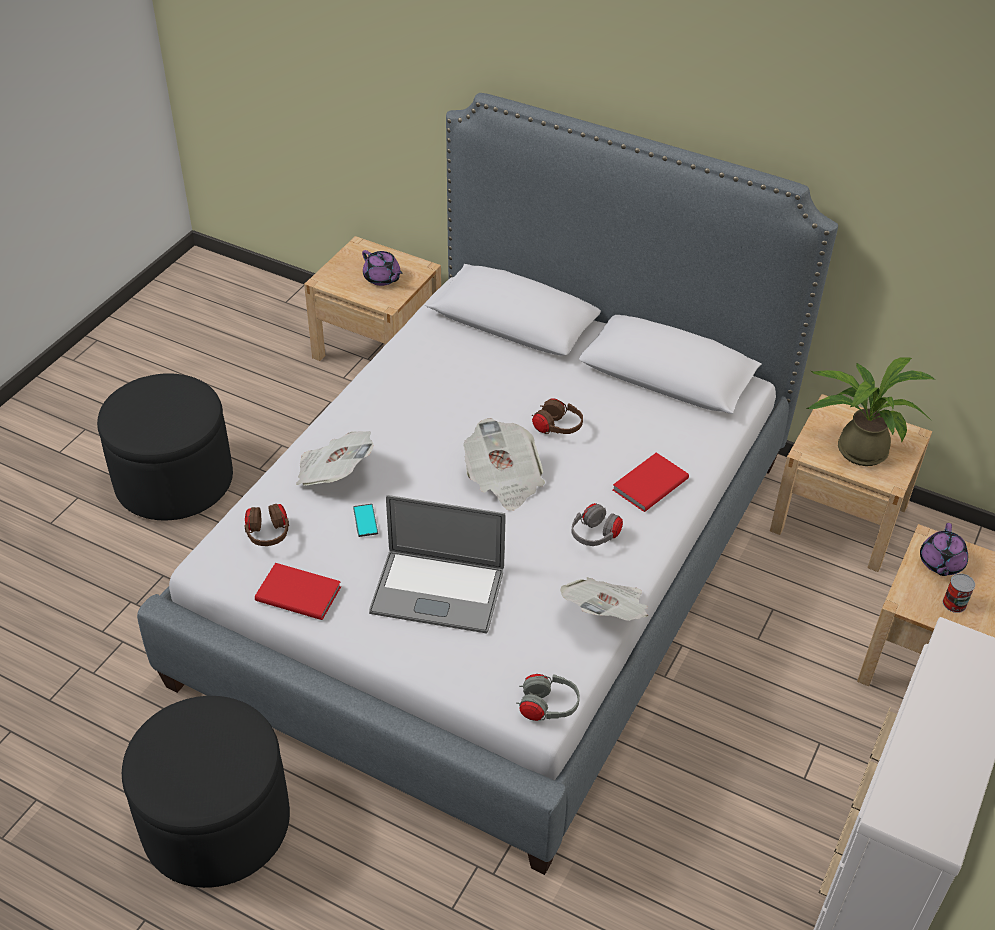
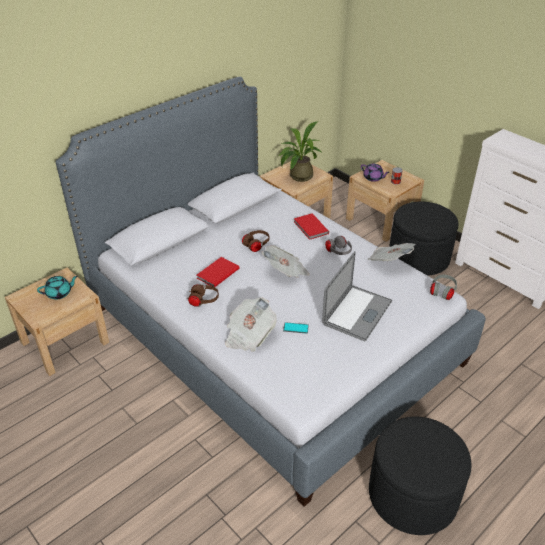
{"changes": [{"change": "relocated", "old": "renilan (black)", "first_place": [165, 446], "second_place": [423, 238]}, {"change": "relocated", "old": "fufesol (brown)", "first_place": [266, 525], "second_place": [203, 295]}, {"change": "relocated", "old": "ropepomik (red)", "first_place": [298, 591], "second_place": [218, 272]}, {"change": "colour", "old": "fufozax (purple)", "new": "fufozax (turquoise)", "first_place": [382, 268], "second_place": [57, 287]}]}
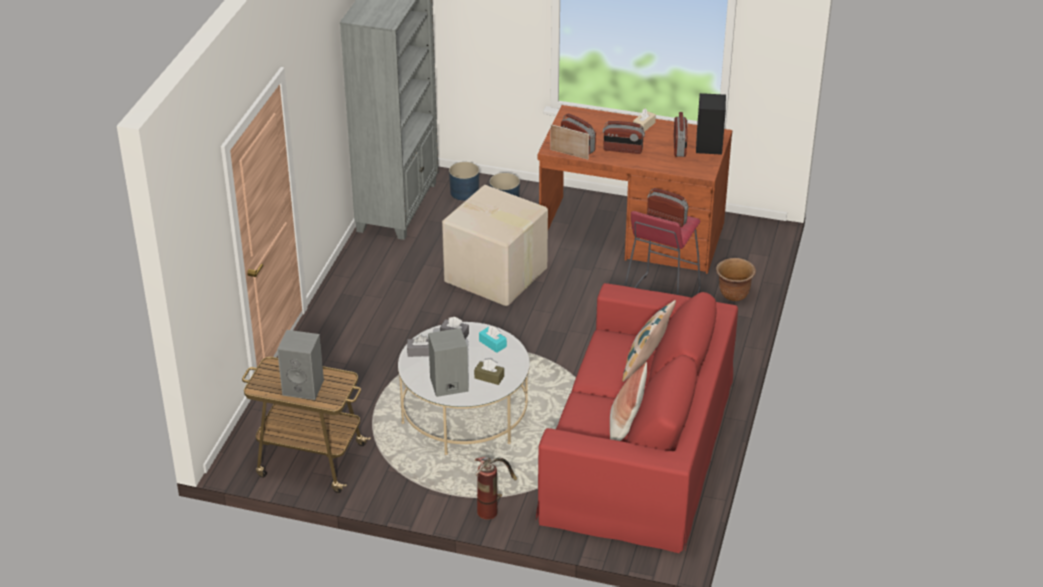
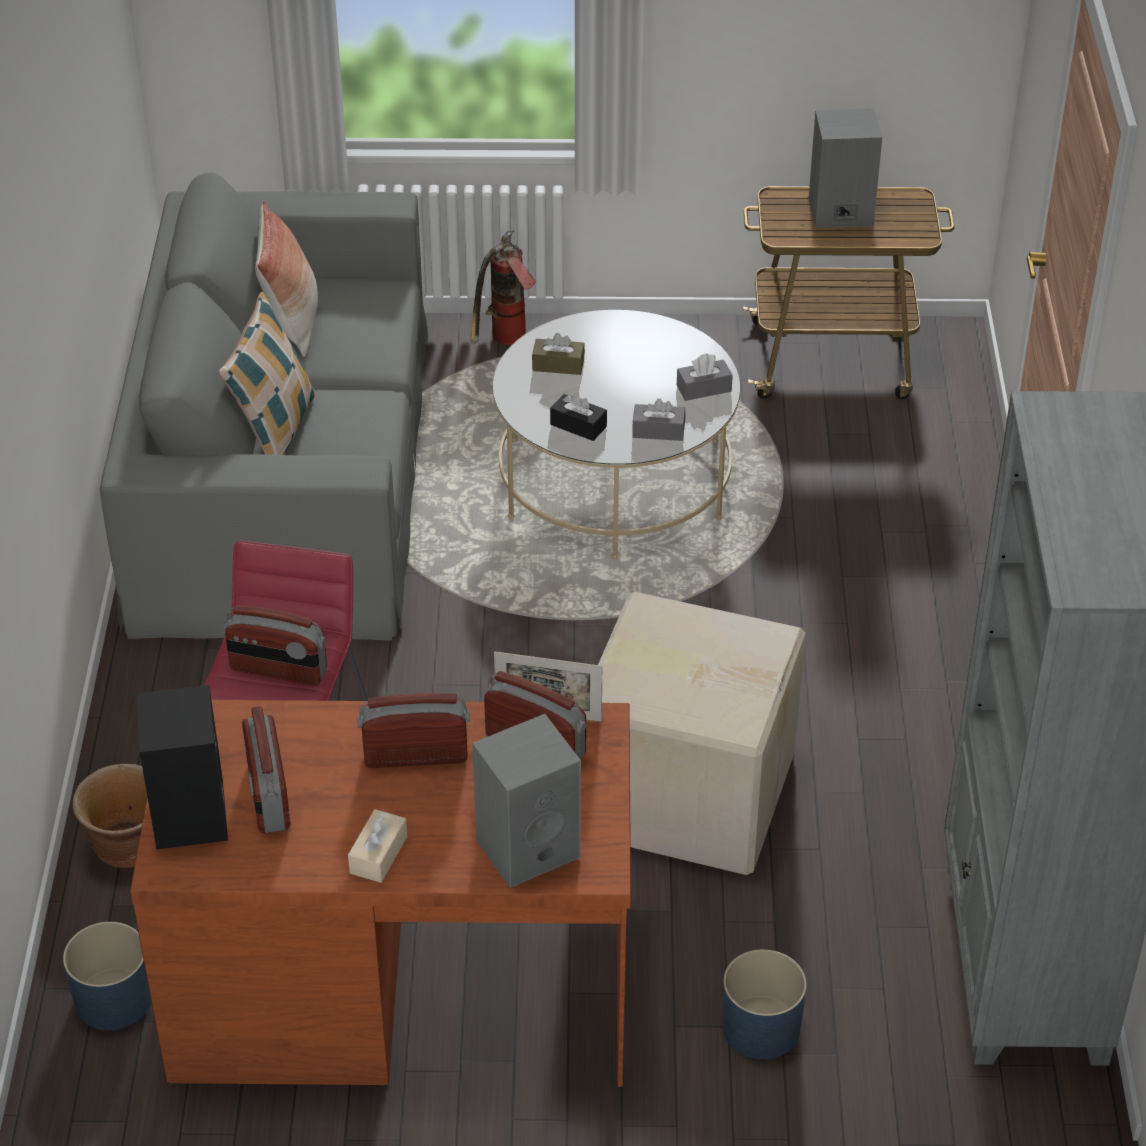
{"changes": [{"change": "relocated", "old": "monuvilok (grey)", "first_place": [448, 362], "second_place": [526, 801]}, {"change": "relocated", "old": "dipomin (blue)", "first_place": [464, 181], "second_place": [107, 976]}, {"change": "colour", "old": "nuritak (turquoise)", "new": "nuritak (black)", "first_place": [493, 339], "second_place": [578, 417]}, {"change": "colour", "old": "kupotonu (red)", "new": "kupotonu (grey)", "first_place": [637, 418], "second_place": [264, 406]}]}
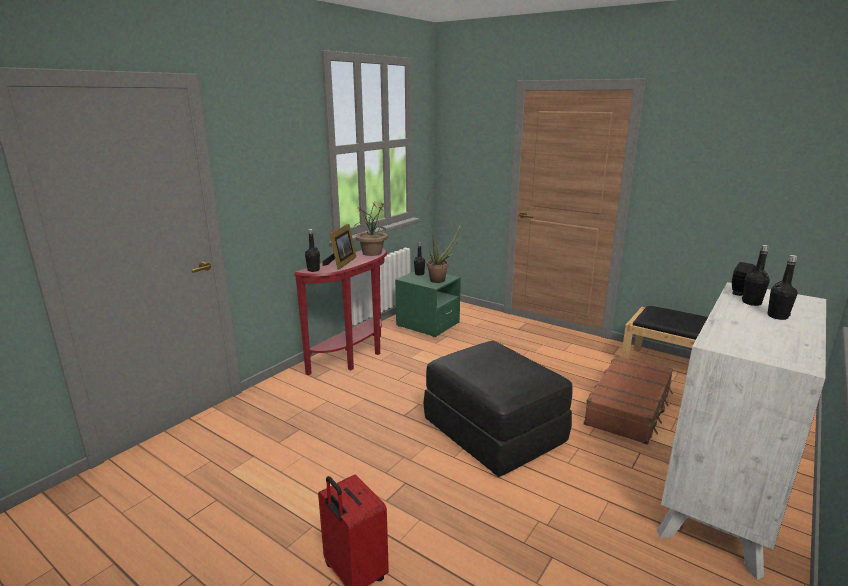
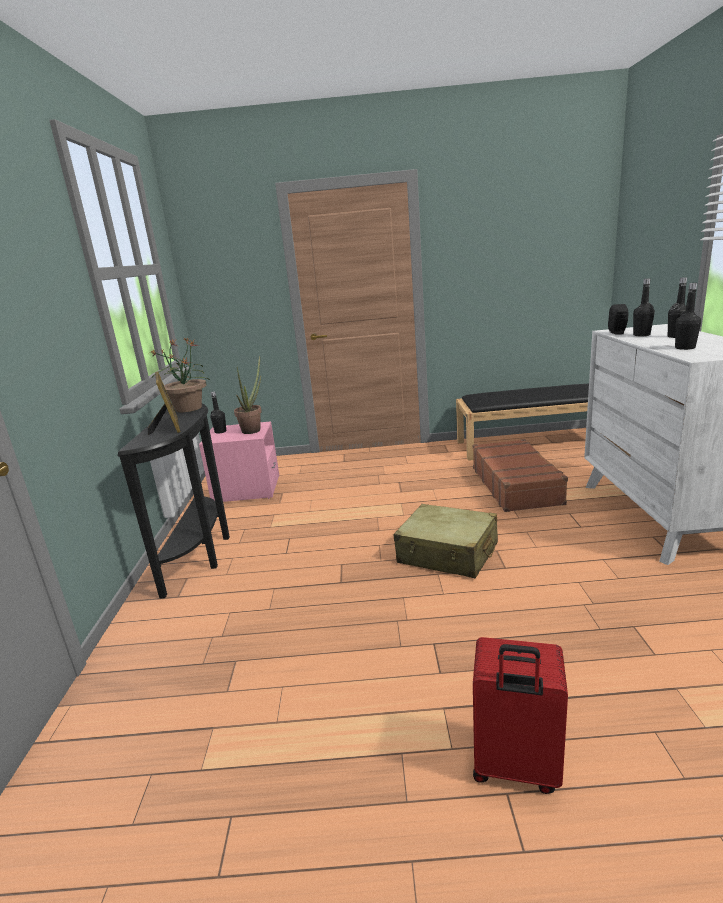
{"changes": [{"change": "relocated", "old": "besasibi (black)", "first_place": [312, 250], "second_place": [688, 316]}, {"change": "exchanged", "old": "renilan (black)", "new": "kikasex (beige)", "first_place": [498, 409], "second_place": [446, 541]}, {"change": "colour", "old": "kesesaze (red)", "new": "kesesaze (black)", "first_place": [340, 311], "second_place": [174, 501]}, {"change": "colour", "old": "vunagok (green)", "new": "vunagok (pink)", "first_place": [428, 303], "second_place": [239, 461]}]}
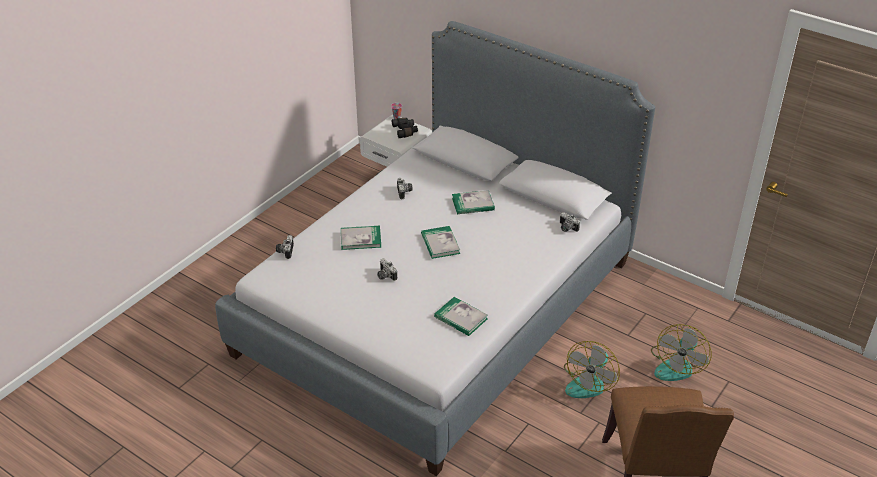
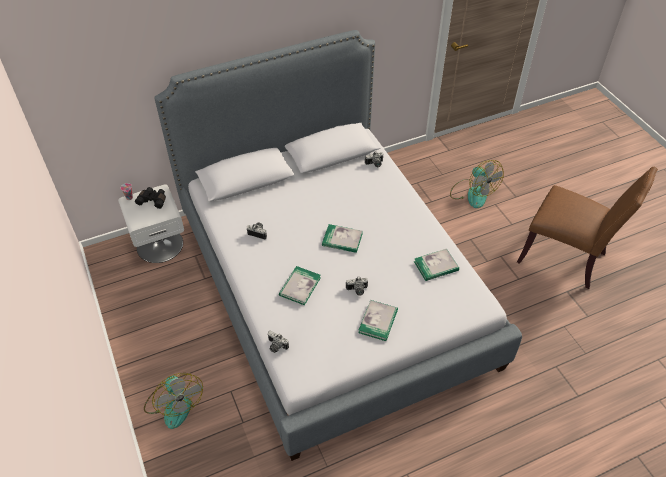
{"changes": [{"change": "relocated", "old": "ropepomik", "first_place": [473, 202], "second_place": [378, 320]}, {"change": "relocated", "old": "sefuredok", "first_place": [592, 369], "second_place": [173, 401]}]}
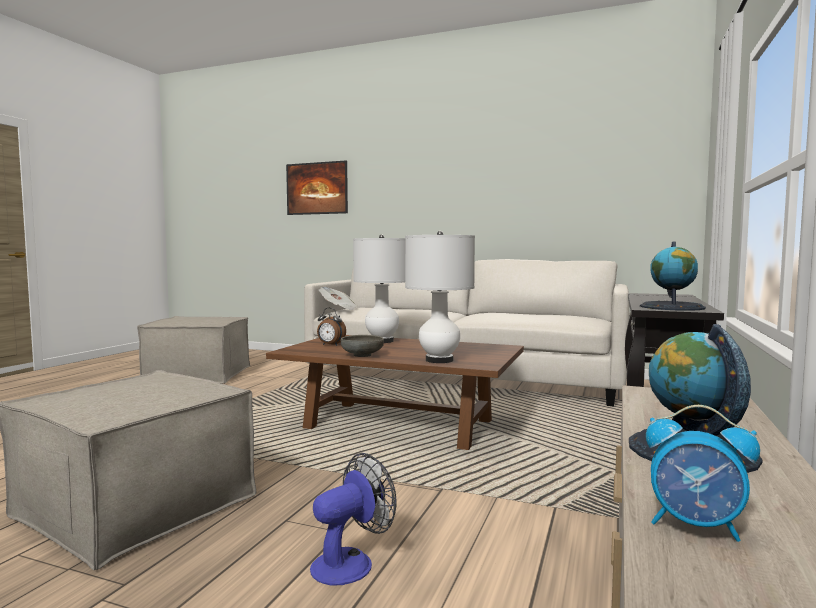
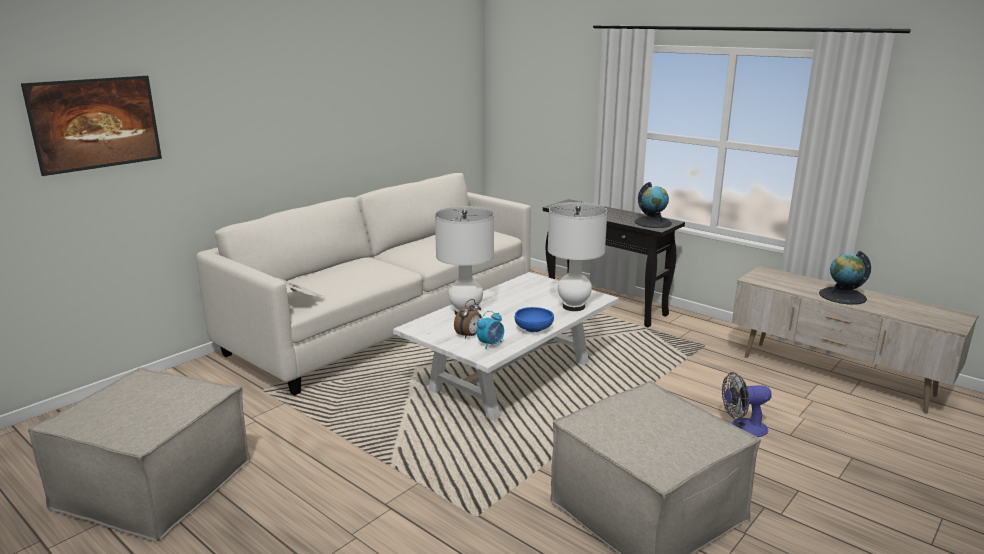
{"changes": [{"change": "relocated", "old": "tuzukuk", "first_place": [703, 473], "second_place": [490, 330]}, {"change": "colour", "old": "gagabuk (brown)", "new": "gagabuk (white)", "first_place": [395, 392], "second_place": [506, 346]}, {"change": "colour", "old": "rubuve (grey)", "new": "rubuve (blue)", "first_place": [362, 346], "second_place": [534, 319]}, {"change": "spun", "old": "sefuredok", "first_place": [353, 519], "second_place": [747, 404], "degrees": -75}]}
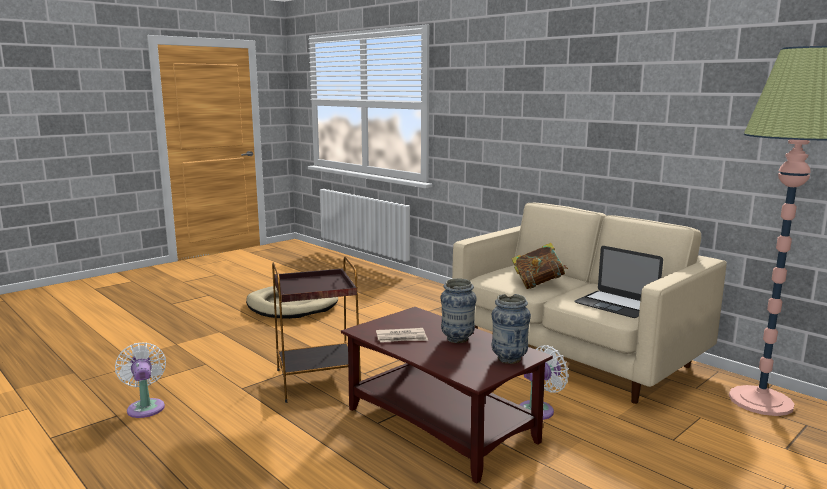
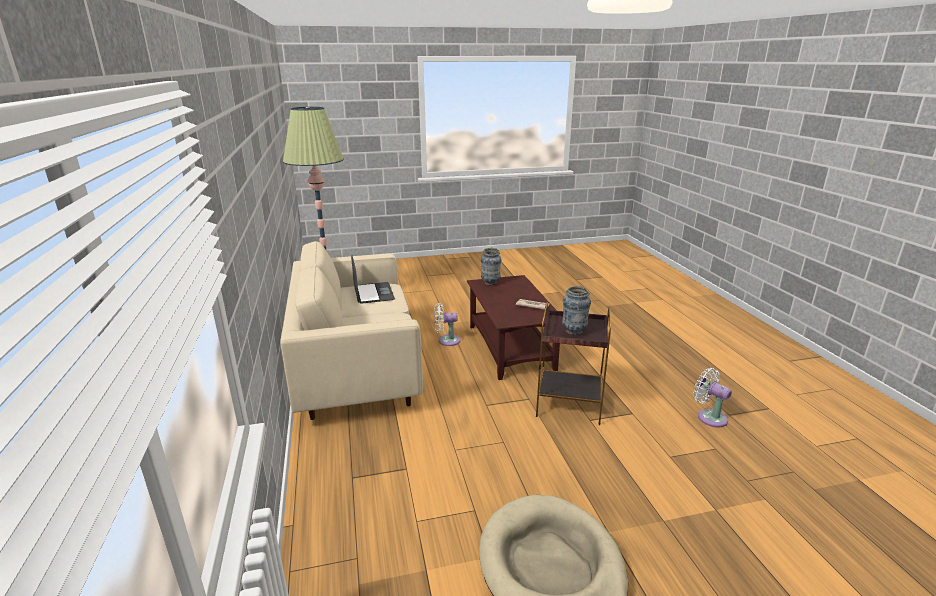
{"changes": [{"change": "missing", "old": "ropepomik", "first_place": [539, 266]}, {"change": "relocated", "old": "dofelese", "first_place": [458, 310], "second_place": [576, 310]}, {"change": "spun", "old": "sefuredok (white)", "first_place": [140, 380], "second_place": [712, 397], "degrees": 135}]}
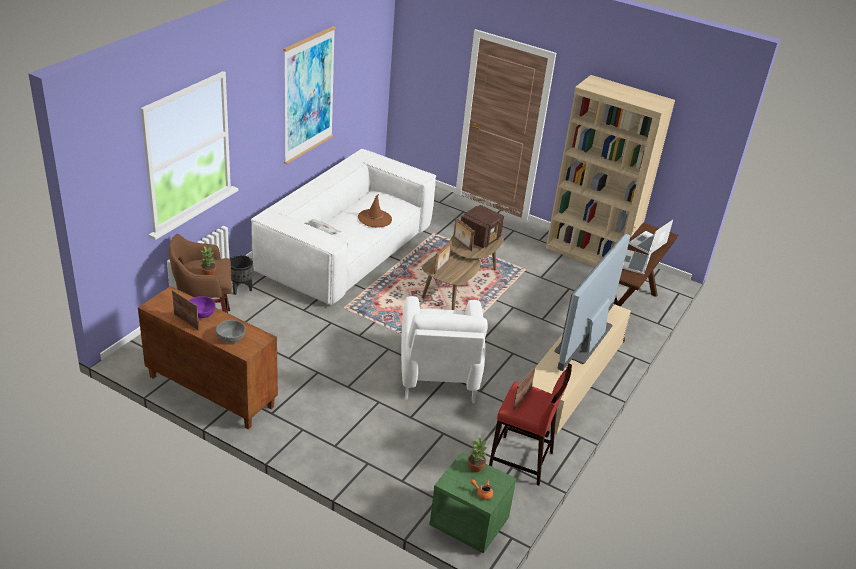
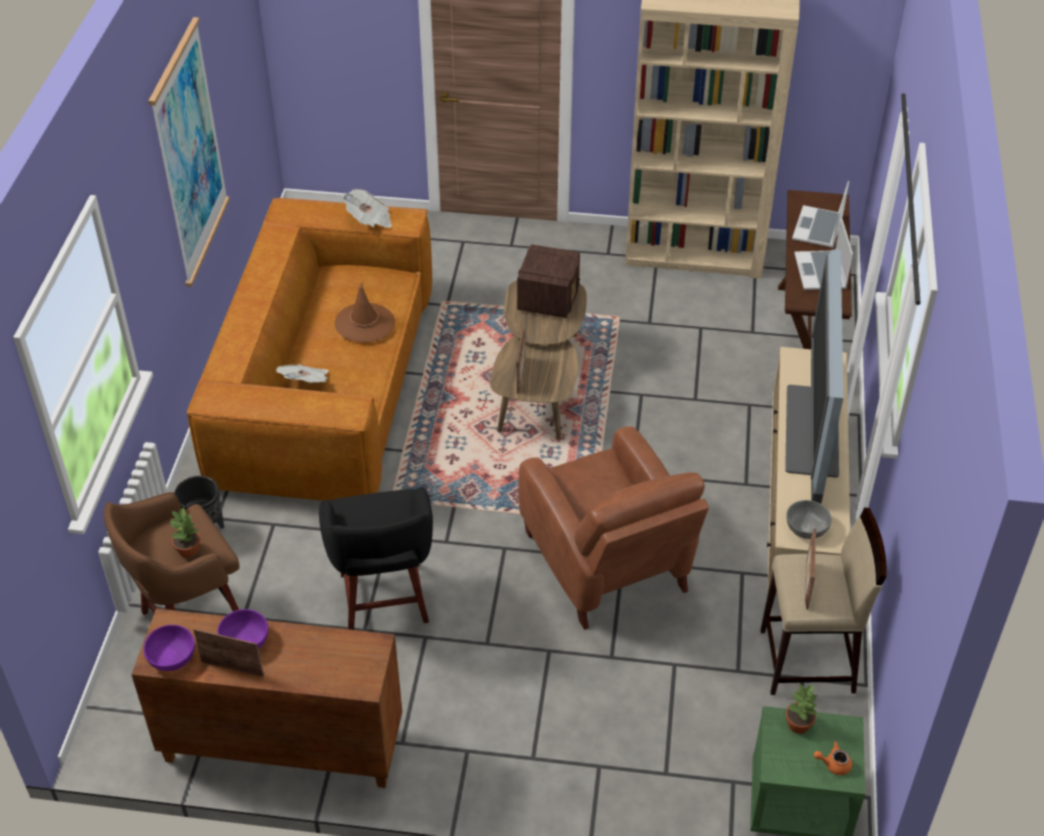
{"changes": [{"change": "missing", "old": "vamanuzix", "first_place": [464, 234]}, {"change": "appeared", "new": "rubuve (purple)", "second_place": [169, 648]}, {"change": "appeared", "new": "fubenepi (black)", "second_place": [376, 558]}, {"change": "appeared", "new": "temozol", "second_place": [367, 208]}, {"change": "relocated", "old": "rubuve (grey)", "first_place": [230, 331], "second_place": [809, 519]}, {"change": "colour", "old": "kupotonu (white)", "new": "kupotonu (brown)", "first_place": [344, 227], "second_place": [309, 349]}, {"change": "colour", "old": "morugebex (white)", "new": "morugebex (brown)", "first_place": [444, 349], "second_place": [613, 528]}, {"change": "colour", "old": "fubenepi (red)", "new": "fubenepi (beige)", "first_place": [530, 425], "second_place": [823, 601]}]}
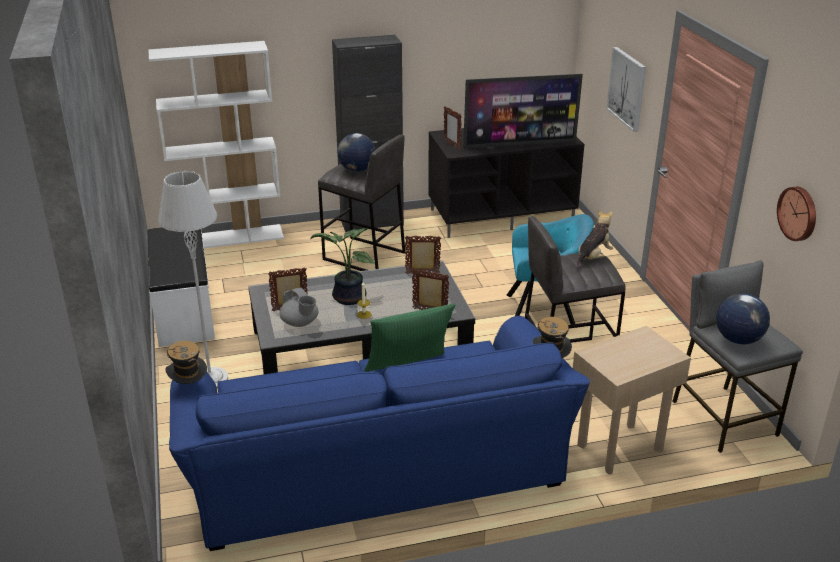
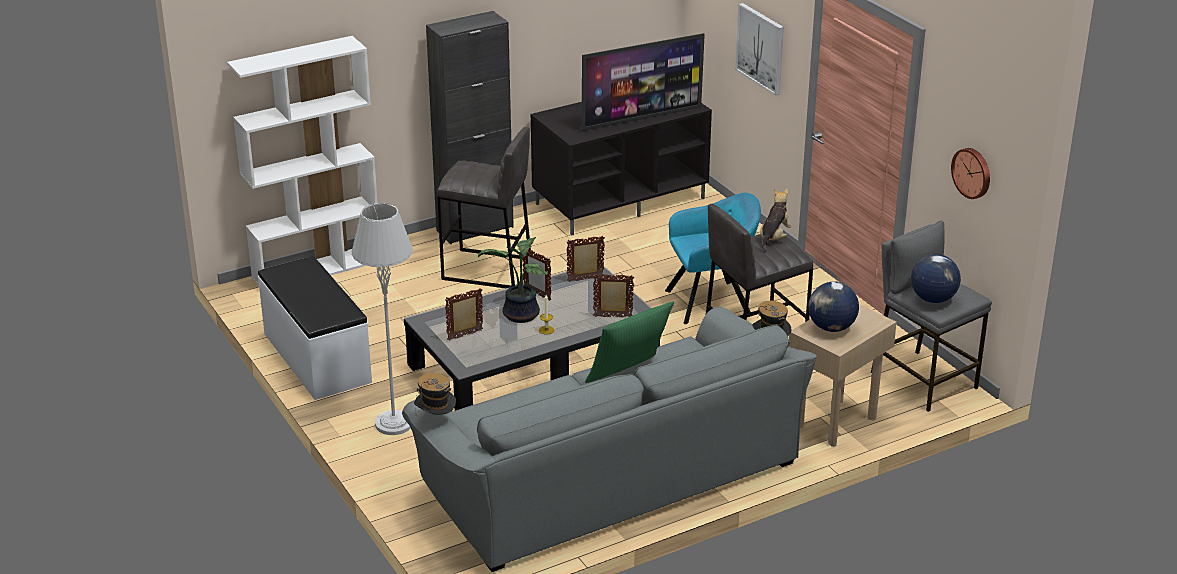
{"changes": [{"change": "missing", "old": "fufozax (grey)", "first_place": [299, 307]}, {"change": "relocated", "old": "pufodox", "first_place": [356, 152], "second_place": [833, 307]}, {"change": "relocated", "old": "vamanuzix", "first_place": [453, 128], "second_place": [537, 275]}, {"change": "colour", "old": "kupotonu (blue)", "new": "kupotonu (grey)", "first_place": [379, 433], "second_place": [609, 439]}]}
